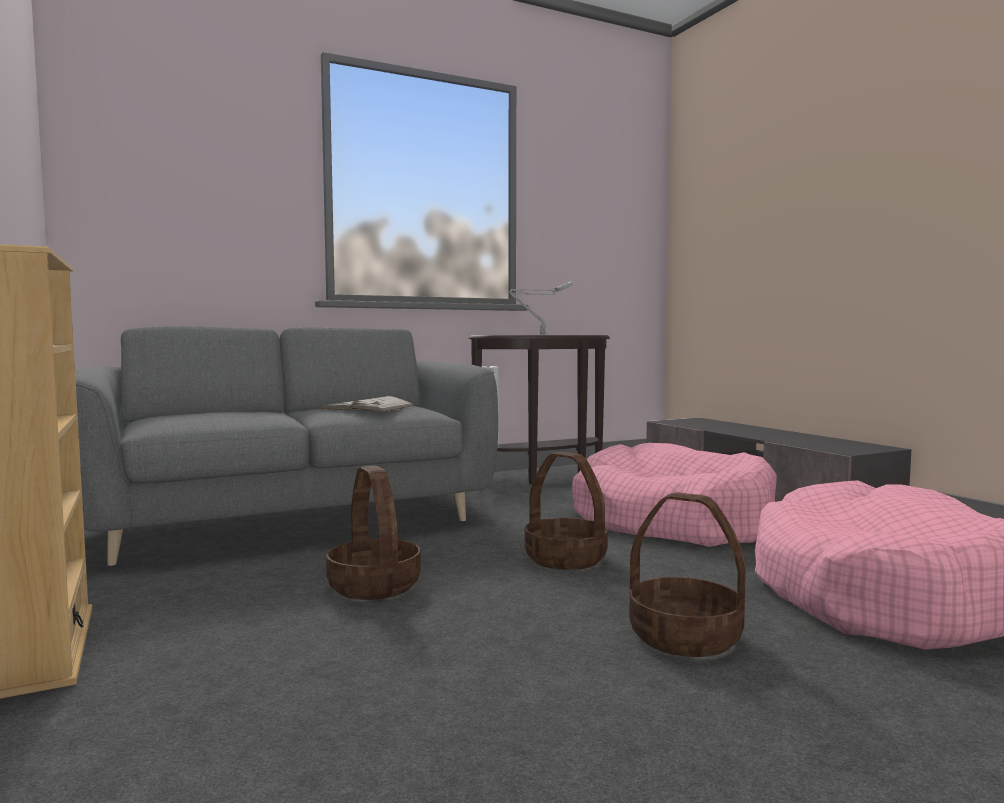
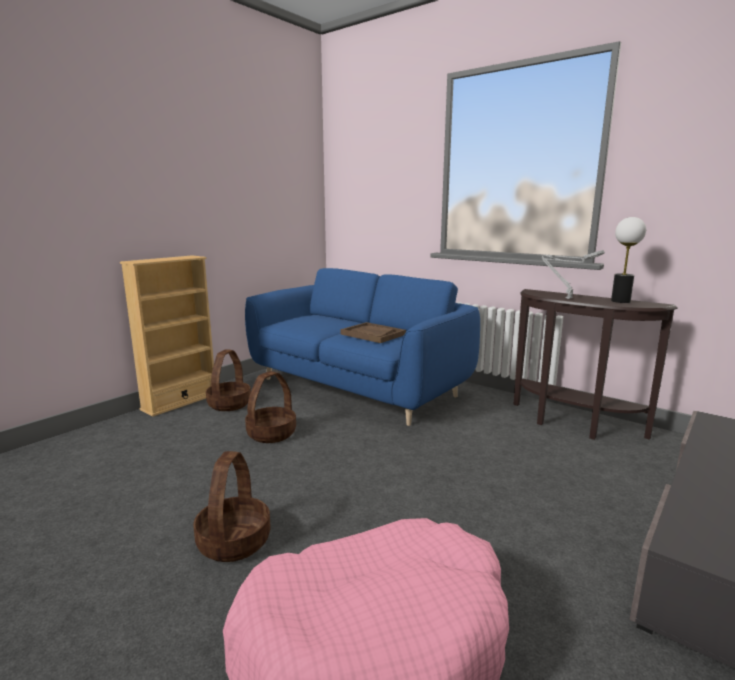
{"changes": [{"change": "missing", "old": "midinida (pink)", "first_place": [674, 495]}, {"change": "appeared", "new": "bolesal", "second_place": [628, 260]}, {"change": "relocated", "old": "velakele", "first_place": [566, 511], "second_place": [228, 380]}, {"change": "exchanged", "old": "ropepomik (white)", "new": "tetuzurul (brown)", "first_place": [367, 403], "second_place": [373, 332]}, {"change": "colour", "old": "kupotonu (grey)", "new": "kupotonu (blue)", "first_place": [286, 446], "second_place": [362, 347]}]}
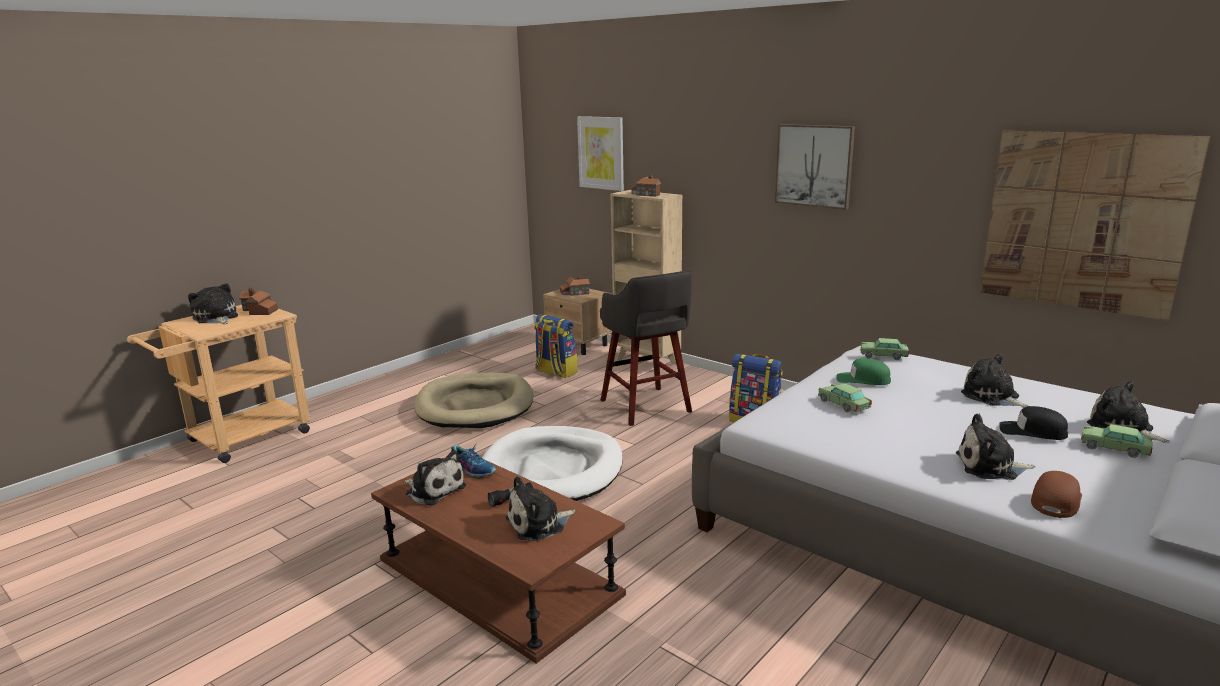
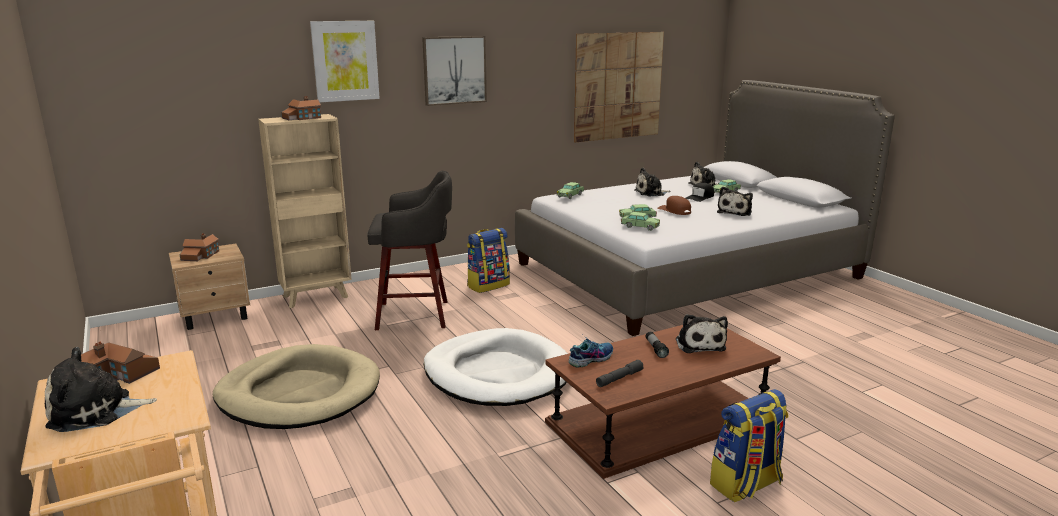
{"changes": [{"change": "missing", "old": "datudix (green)", "first_place": [863, 371]}, {"change": "appeared", "new": "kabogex", "second_place": [640, 221]}, {"change": "relocated", "old": "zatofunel", "first_place": [556, 346], "second_place": [749, 445]}, {"change": "relocated", "old": "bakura", "first_place": [600, 153], "second_place": [345, 61]}, {"change": "relocated", "old": "datudix (brown)", "first_place": [1056, 494], "second_place": [674, 205]}, {"change": "exchanged", "old": "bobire", "new": "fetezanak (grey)", "first_place": [435, 478], "second_place": [620, 373]}]}
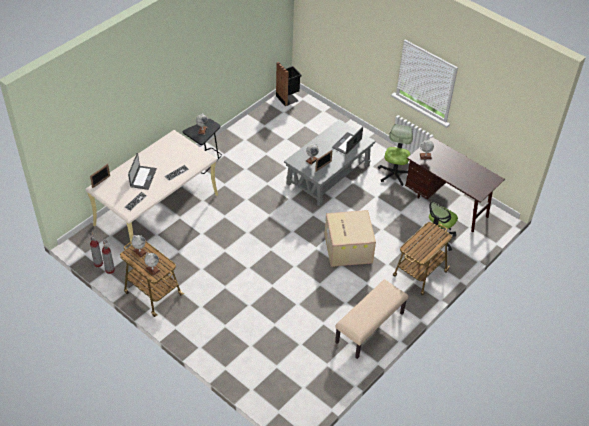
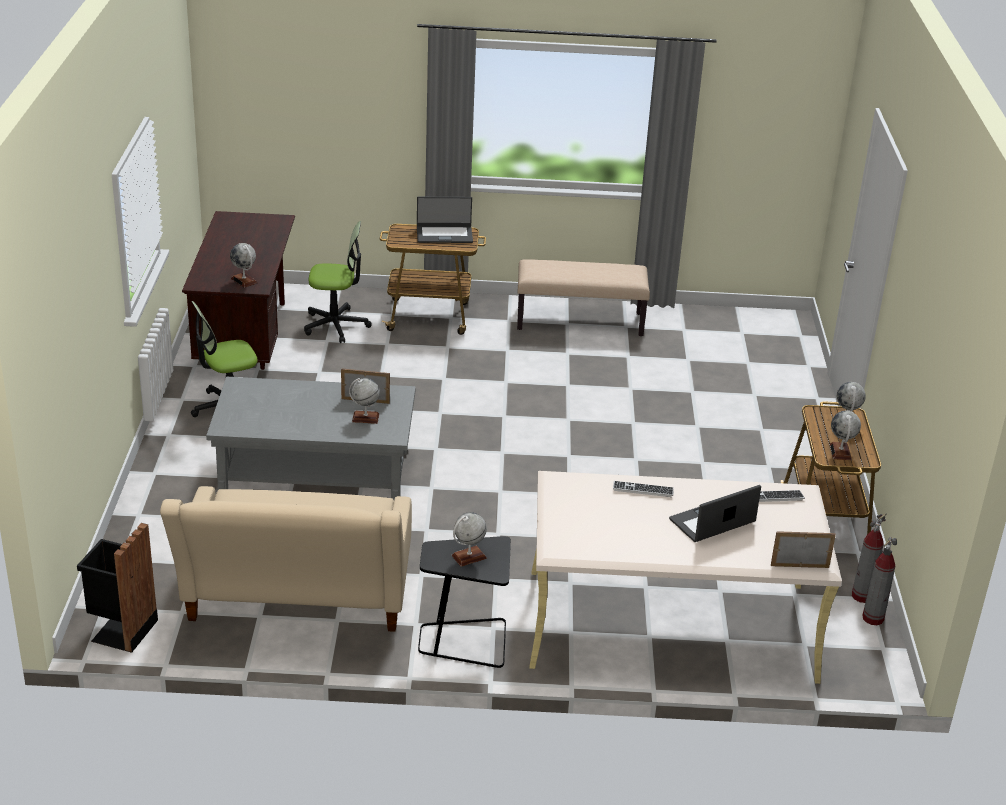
{"changes": [{"change": "missing", "old": "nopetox", "first_place": [350, 238]}, {"change": "appeared", "new": "kupotonu (beige)", "second_place": [286, 559]}, {"change": "relocated", "old": "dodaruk", "first_place": [347, 141], "second_place": [445, 220]}]}
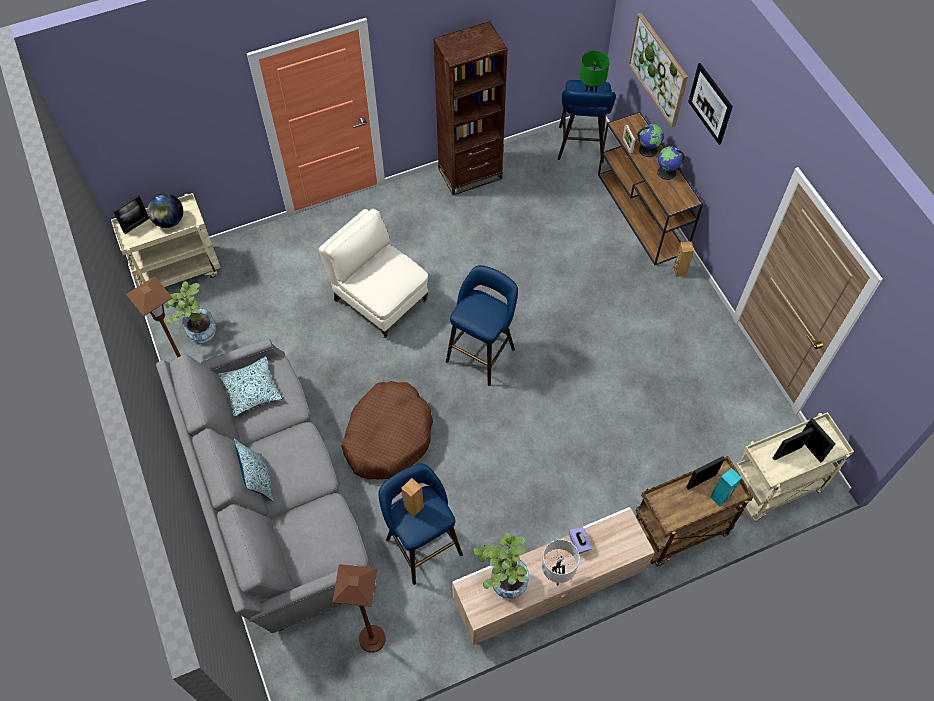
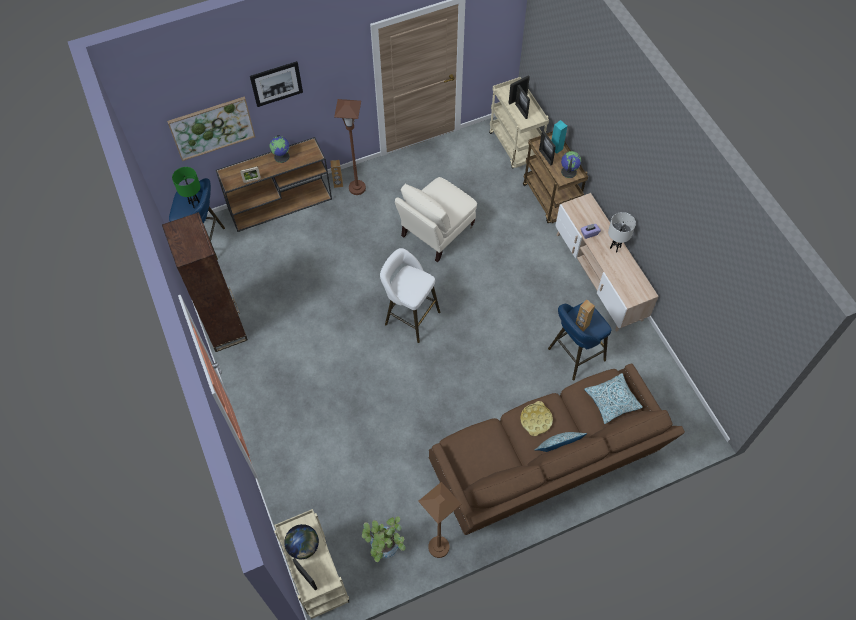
{"changes": [{"change": "missing", "old": "midinida (brown)", "first_place": [387, 430]}, {"change": "missing", "old": "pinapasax", "first_place": [501, 566]}, {"change": "appeared", "new": "tetuzurul (yellow)", "second_place": [536, 418]}, {"change": "relocated", "old": "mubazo", "first_place": [250, 386], "second_place": [613, 398]}, {"change": "relocated", "old": "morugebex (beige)", "first_place": [373, 273], "second_place": [436, 220]}, {"change": "relocated", "old": "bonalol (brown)", "first_place": [359, 608], "second_place": [350, 147]}, {"change": "relocated", "old": "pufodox", "first_place": [650, 140], "second_place": [571, 164]}, {"change": "colour", "old": "kupotonu (grey)", "new": "kupotonu (brown)", "first_place": [266, 486], "second_place": [557, 449]}, {"change": "colour", "old": "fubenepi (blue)", "new": "fubenepi (white)", "first_place": [482, 325], "second_place": [410, 295]}]}
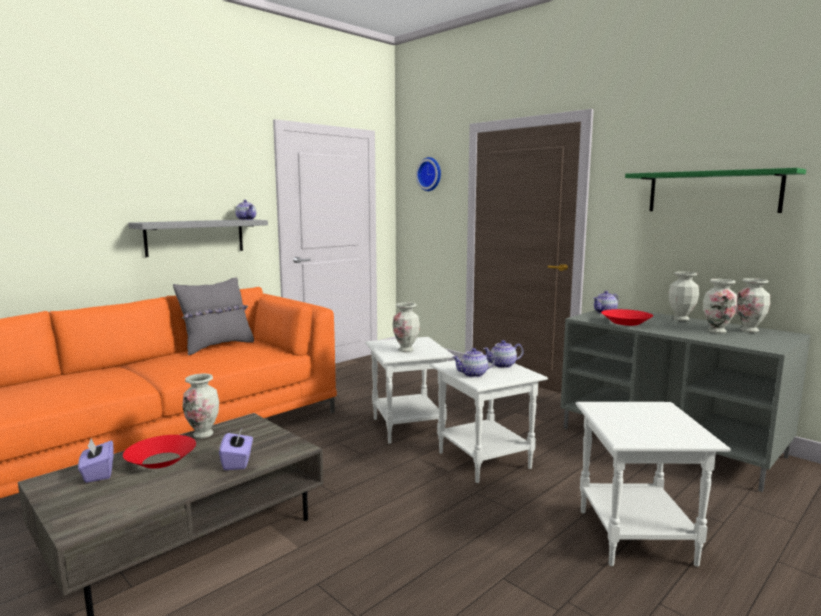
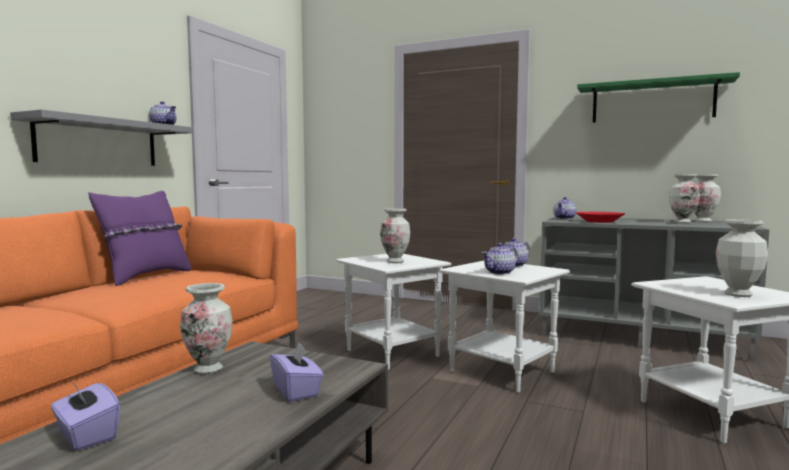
{"changes": [{"change": "missing", "old": "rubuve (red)", "first_place": [159, 452]}, {"change": "missing", "old": "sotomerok", "first_place": [428, 174]}, {"change": "relocated", "old": "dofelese", "first_place": [684, 296], "second_place": [742, 258]}, {"change": "colour", "old": "mubazo (grey)", "new": "mubazo (purple)", "first_place": [213, 316], "second_place": [139, 238]}]}
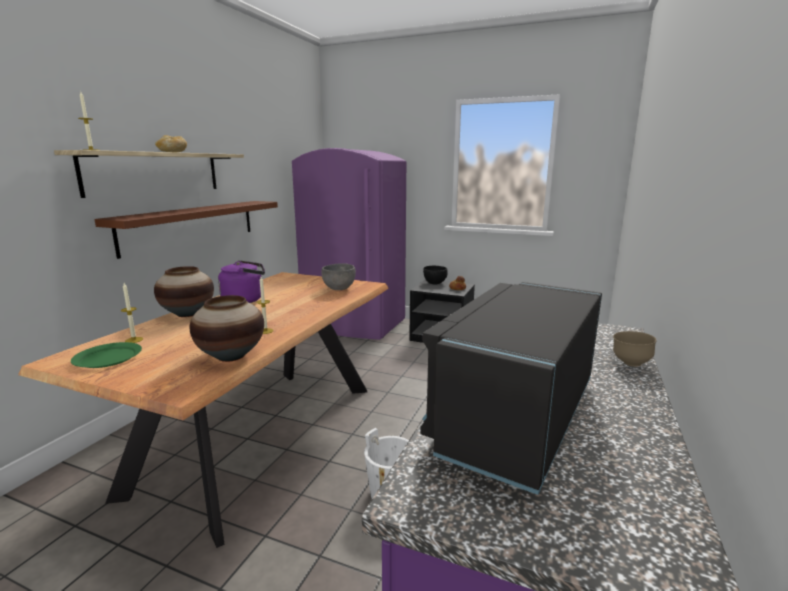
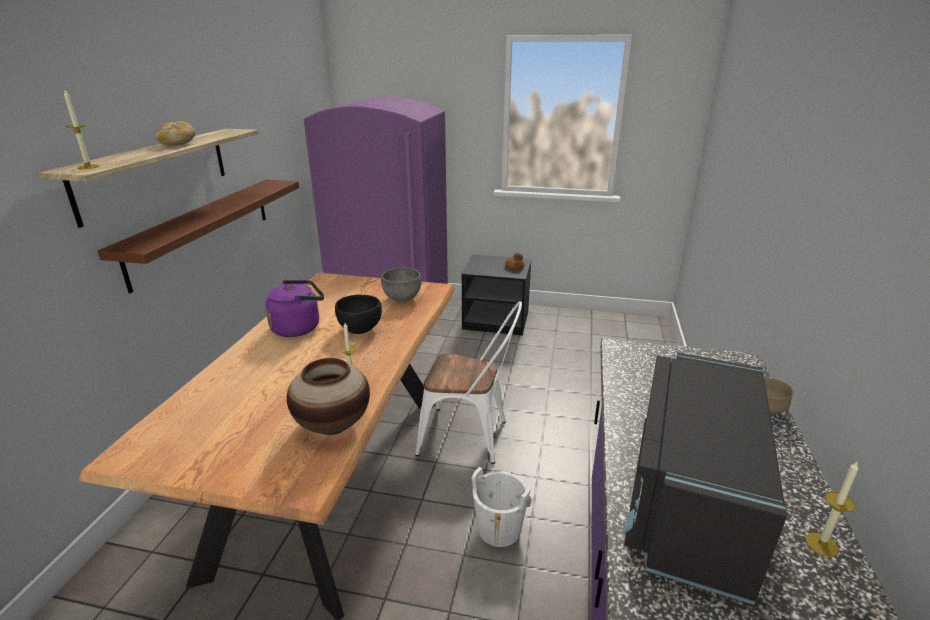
{"changes": [{"change": "missing", "old": "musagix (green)", "first_place": [106, 355]}, {"change": "missing", "old": "dofelese", "first_place": [184, 291]}, {"change": "appeared", "new": "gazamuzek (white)", "second_place": [468, 382]}, {"change": "relocated", "old": "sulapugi", "first_place": [132, 313], "second_place": [832, 509]}, {"change": "relocated", "old": "rubuve (black)", "first_place": [435, 275], "second_place": [358, 314]}]}
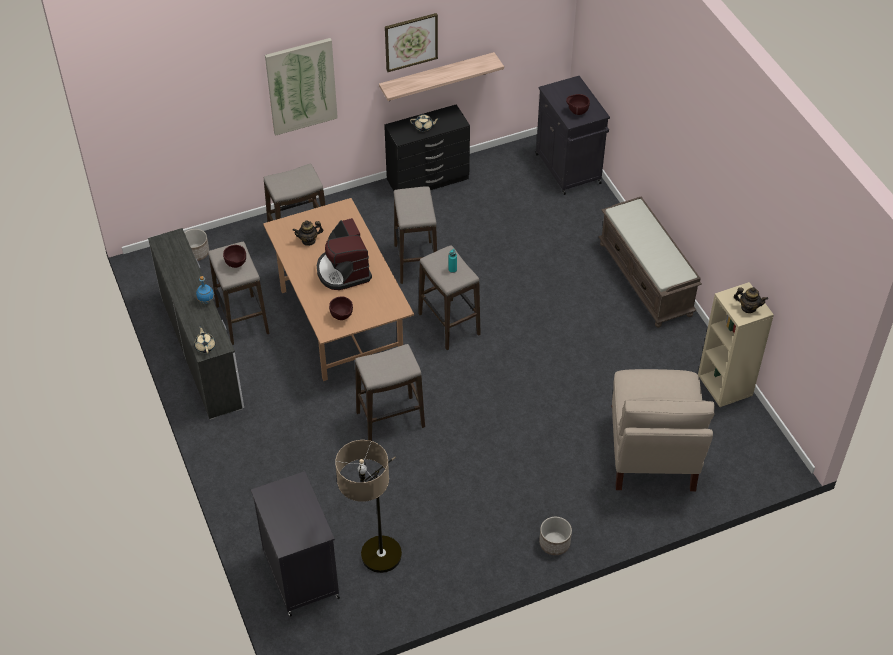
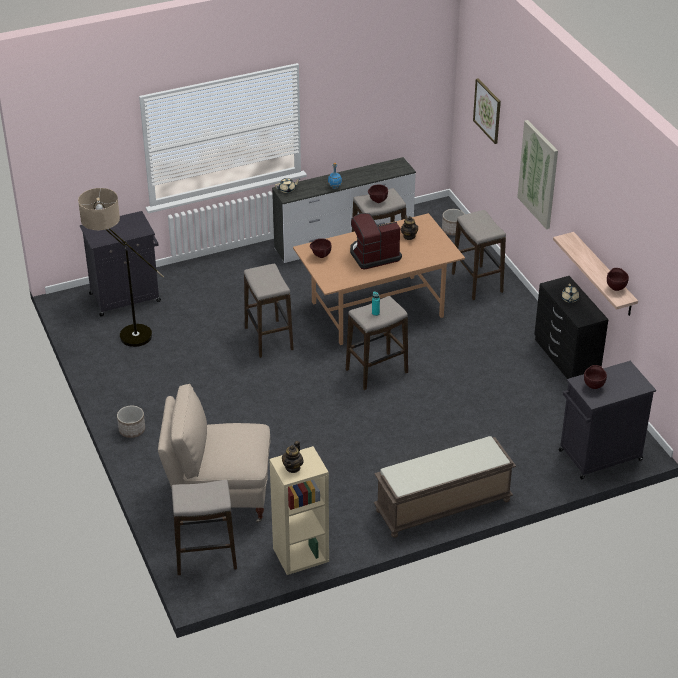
{"changes": [{"change": "appeared", "new": "rubuve (brown)", "second_place": [618, 279]}, {"change": "relocated", "old": "bakura", "first_place": [411, 42], "second_place": [487, 111]}, {"change": "relocated", "old": "fubenepi", "first_place": [415, 235], "second_place": [204, 527]}]}
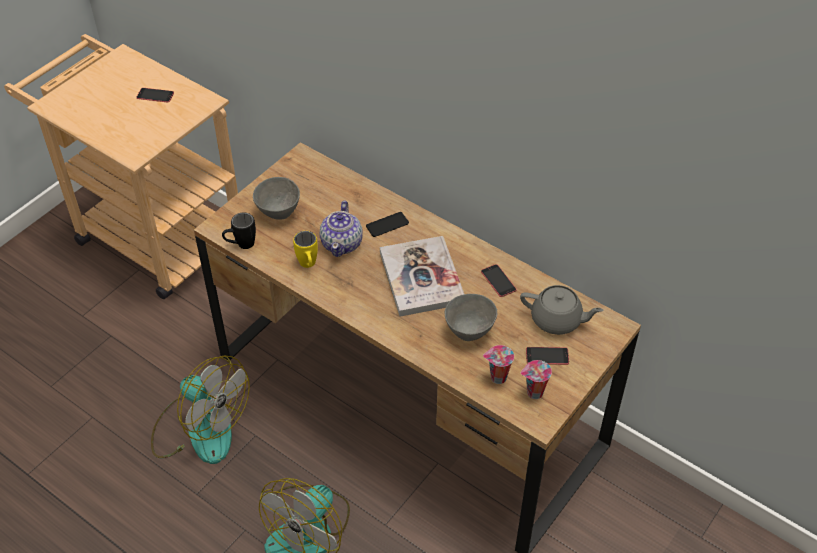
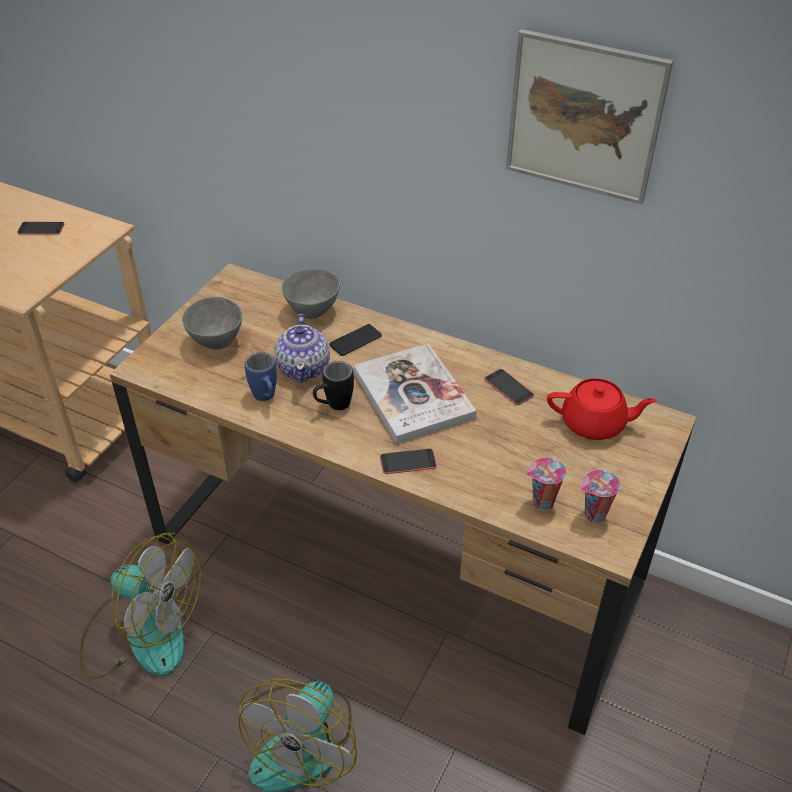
{"changes": [{"change": "appeared", "new": "bakura", "second_place": [589, 117]}, {"change": "relocated", "old": "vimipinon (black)", "first_place": [239, 230], "second_place": [333, 385]}, {"change": "relocated", "old": "rubuve (grey)", "first_place": [471, 317], "second_place": [311, 294]}, {"change": "relocated", "old": "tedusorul", "first_place": [547, 356], "second_place": [408, 461]}, {"change": "colour", "old": "vimipinon (yellow)", "new": "vimipinon (blue)", "first_place": [305, 249], "second_place": [261, 376]}, {"change": "colour", "old": "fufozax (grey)", "new": "fufozax (red)", "first_place": [562, 310], "second_place": [602, 409]}]}
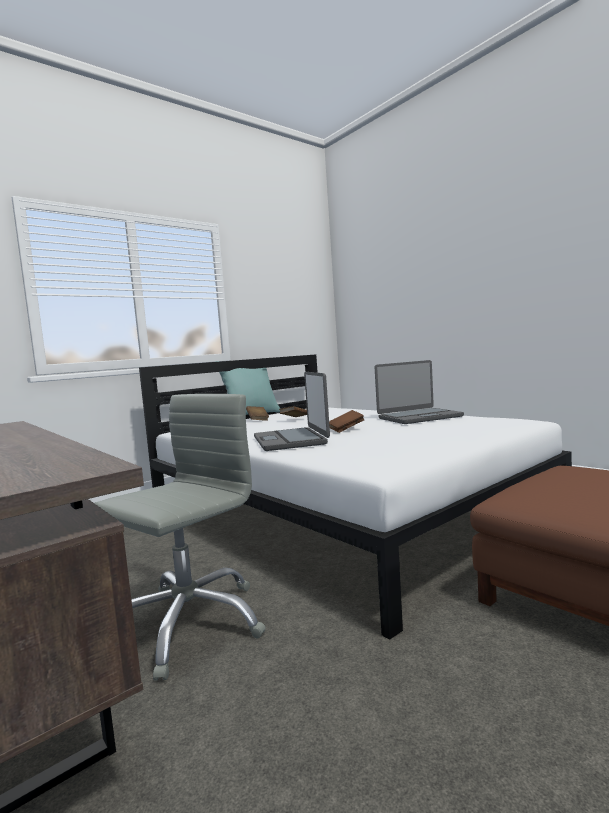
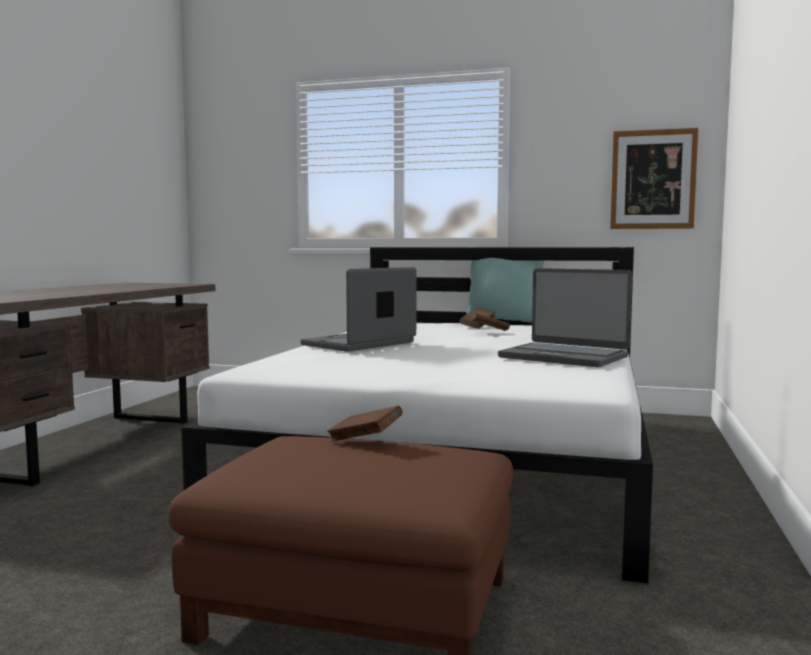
{"changes": [{"change": "missing", "old": "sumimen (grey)", "first_place": [180, 537]}, {"change": "appeared", "new": "bakura", "second_place": [654, 178]}, {"change": "relocated", "old": "ropepomik (brown)", "first_place": [347, 421], "second_place": [364, 423]}]}
